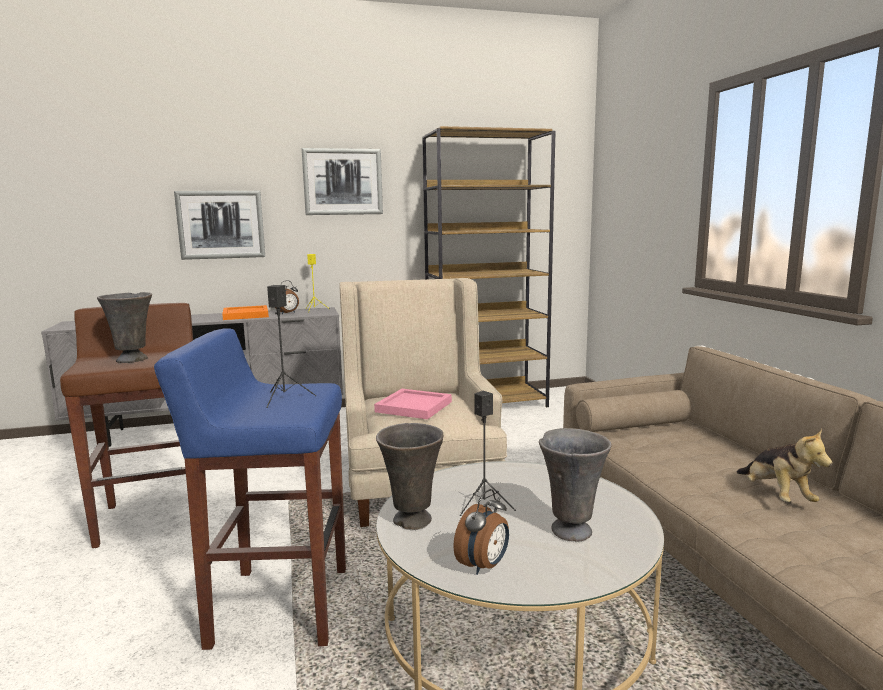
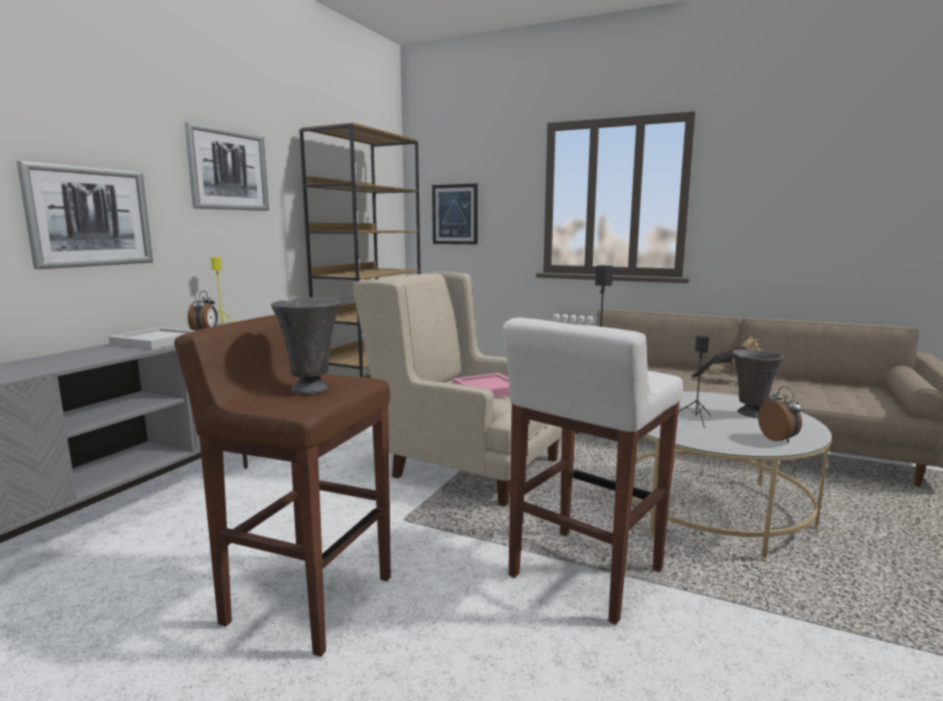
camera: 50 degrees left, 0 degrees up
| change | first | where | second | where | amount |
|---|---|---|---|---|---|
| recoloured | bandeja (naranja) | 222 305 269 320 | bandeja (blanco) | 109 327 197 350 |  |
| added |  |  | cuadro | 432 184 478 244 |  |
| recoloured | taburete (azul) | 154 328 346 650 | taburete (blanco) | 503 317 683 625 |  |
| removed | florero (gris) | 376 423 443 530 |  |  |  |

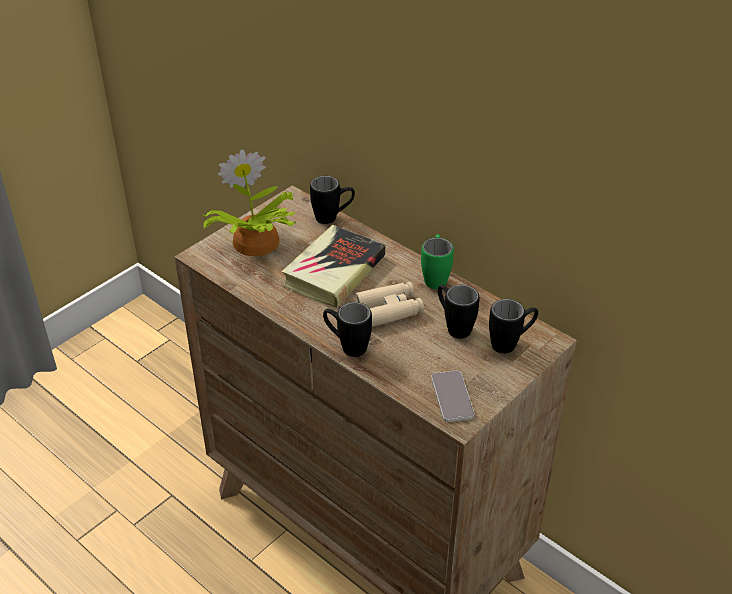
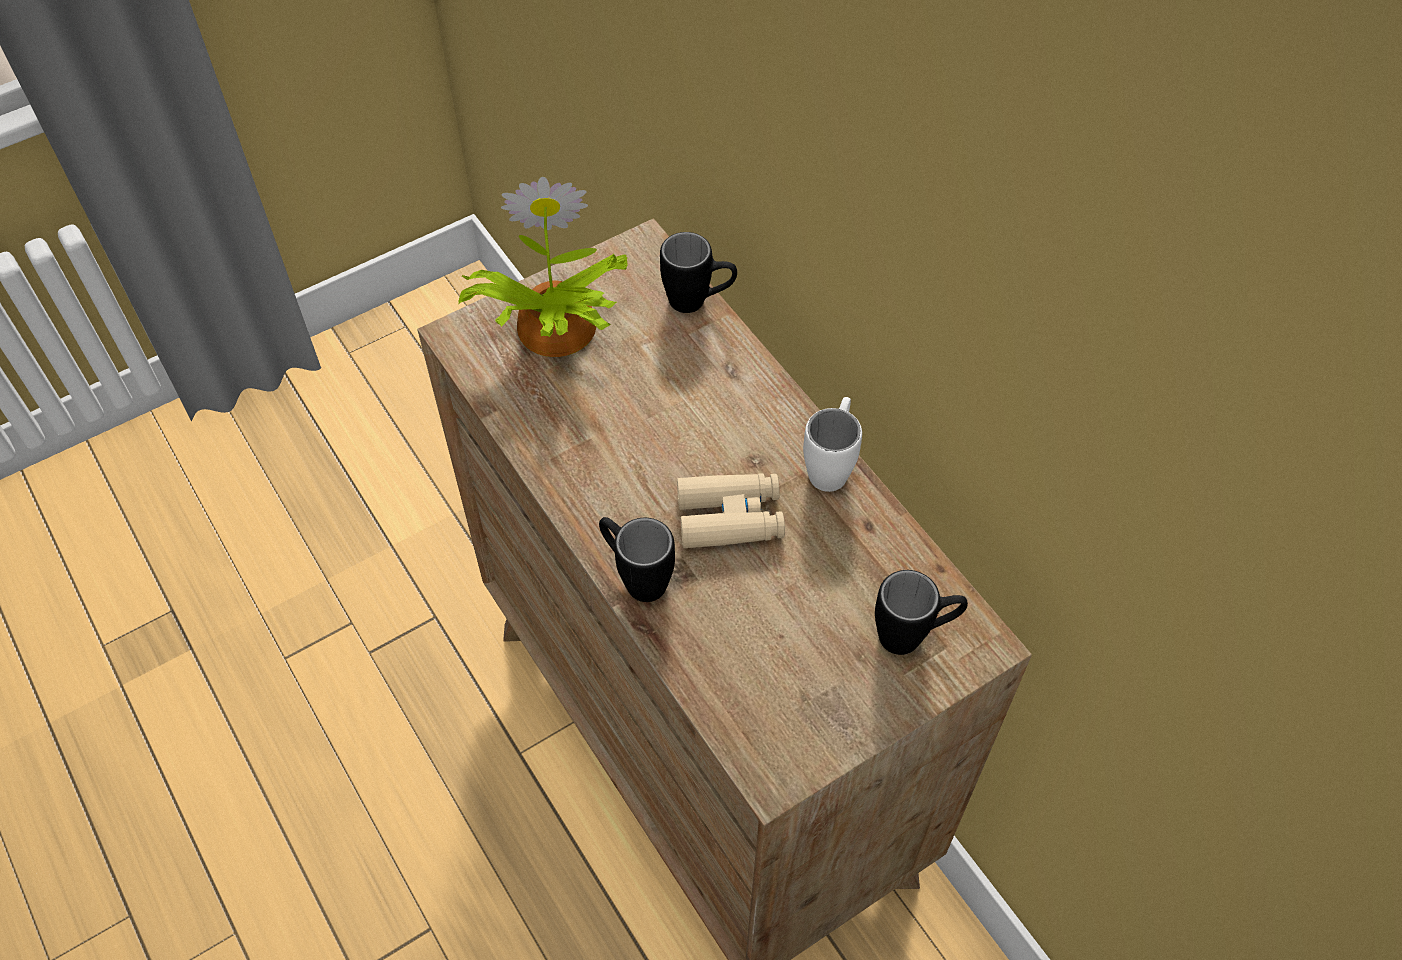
camera: 15 degrees right, 15 degrees up
| change | first | where | second | where | amount |
|---|---|---|---|---|---|
| recoloured | taza grande (verde) | 421 234 454 289 | taza grande (blanco) | 803 397 862 492 |  |
| removed | libro | 281 225 386 308 |  |  |  |
| removed | móvil | 431 371 474 422 |  |  |  |
| removed | taza grande (negro) | 438 285 479 339 |  |  |  |

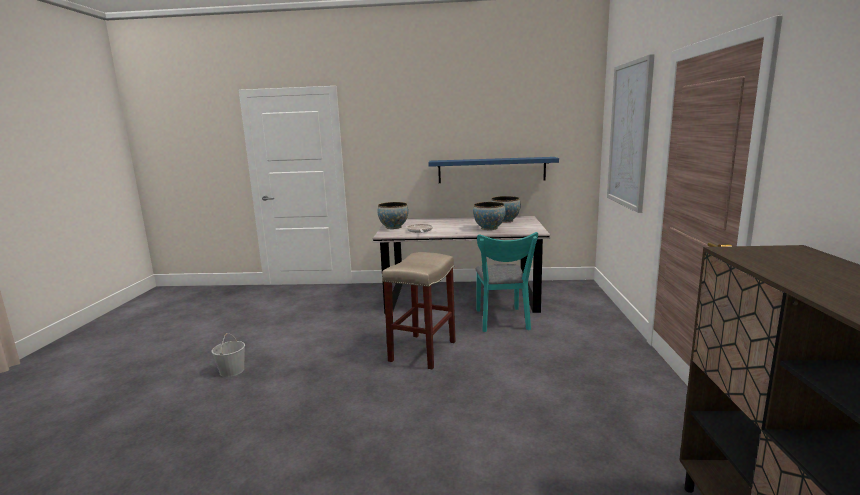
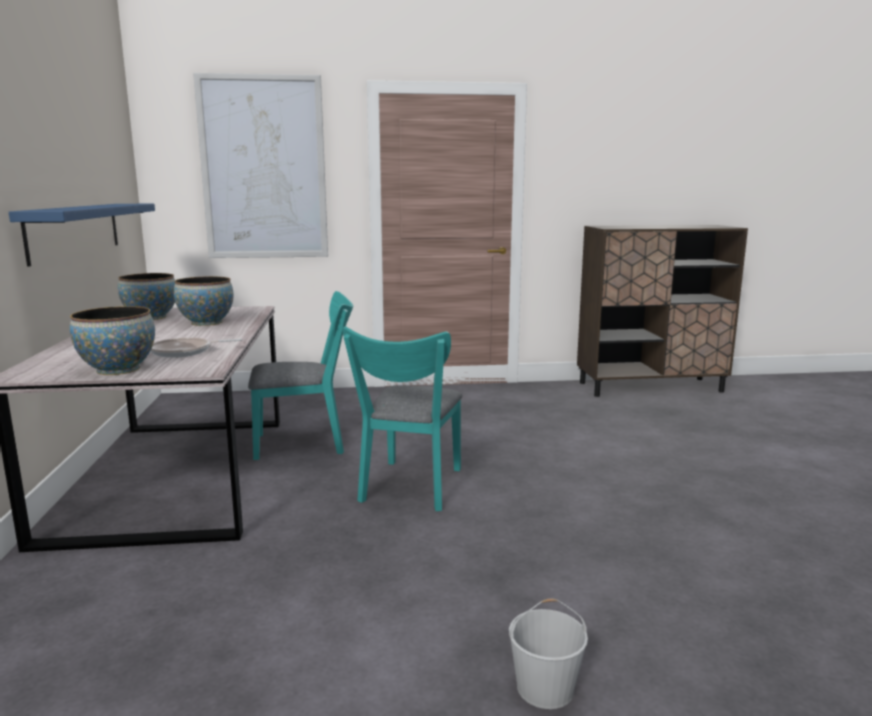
camera: 100 degrees left, 0 degrees up
| change | first | where | second | where | amount |
|---|---|---|---|---|---|
| replaced | taburete (beis) | 382 252 456 370 | silla (turquesa) | 342 326 462 511 |  |

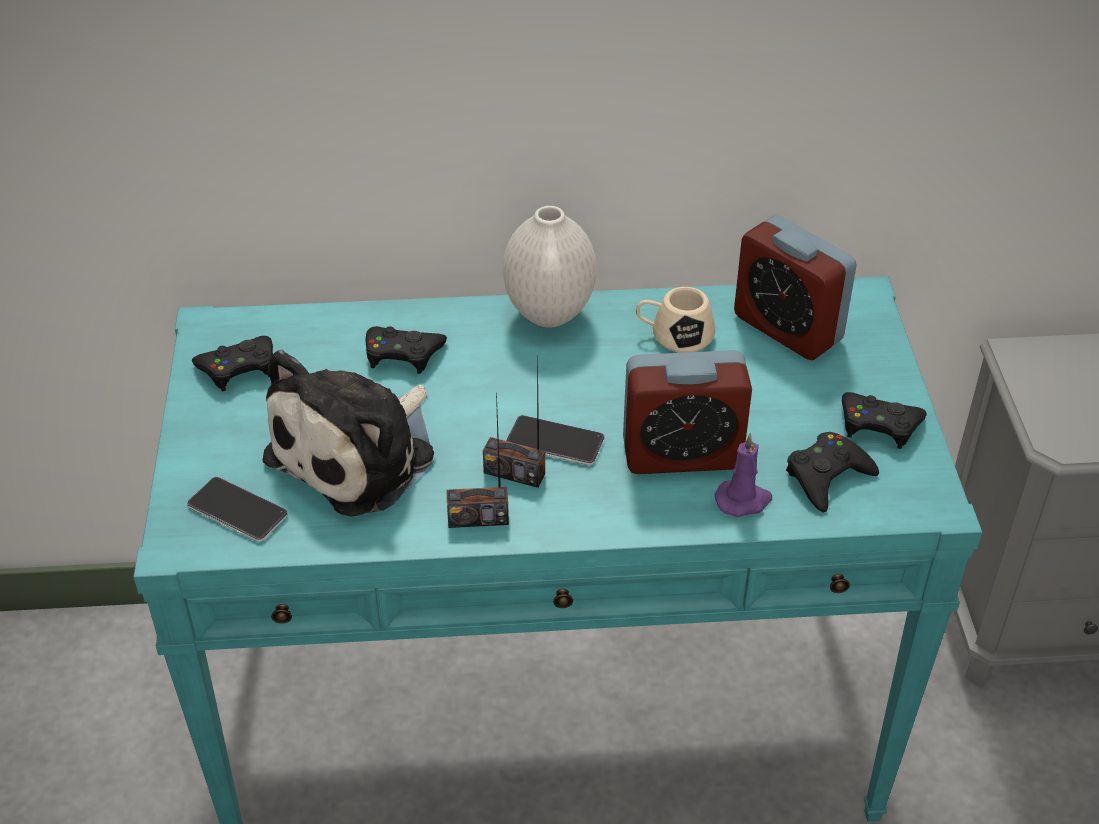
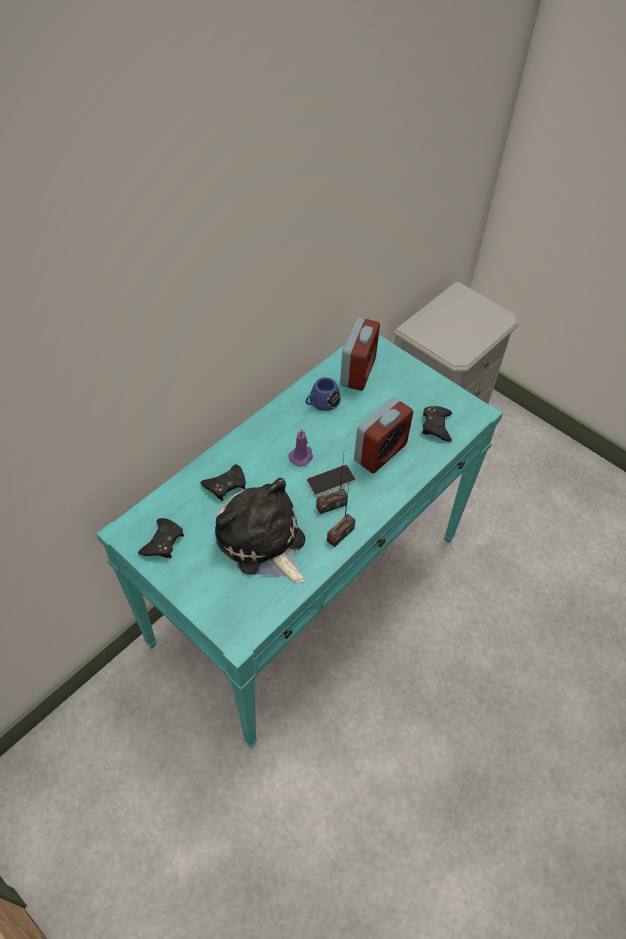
camera: 45 degrees left, 10 degrees up
| change | first | where | second | where | amount |
|---|---|---|---|---|---|
| turned | peluche | 262 350 434 517 |  | 215 478 305 583 | 150 degrees clockwise |
| moved | vela (morado) | 715 433 772 517 |  | 288 429 313 467 |  |
| recoloured | taza grande (beis) | 636 287 715 353 | taza grande (azul) | 306 377 341 411 |  |
| turned | despertador | 734 215 857 360 |  | 340 317 380 391 | 75 degrees counterclockwise |
| removed | móvil | 187 477 288 542 |  |  |  |
| removed | florero (blanco) | 503 206 596 328 |  |  |  |
| removed | mando de consola (negro) | 842 392 927 449 |  |  |  |

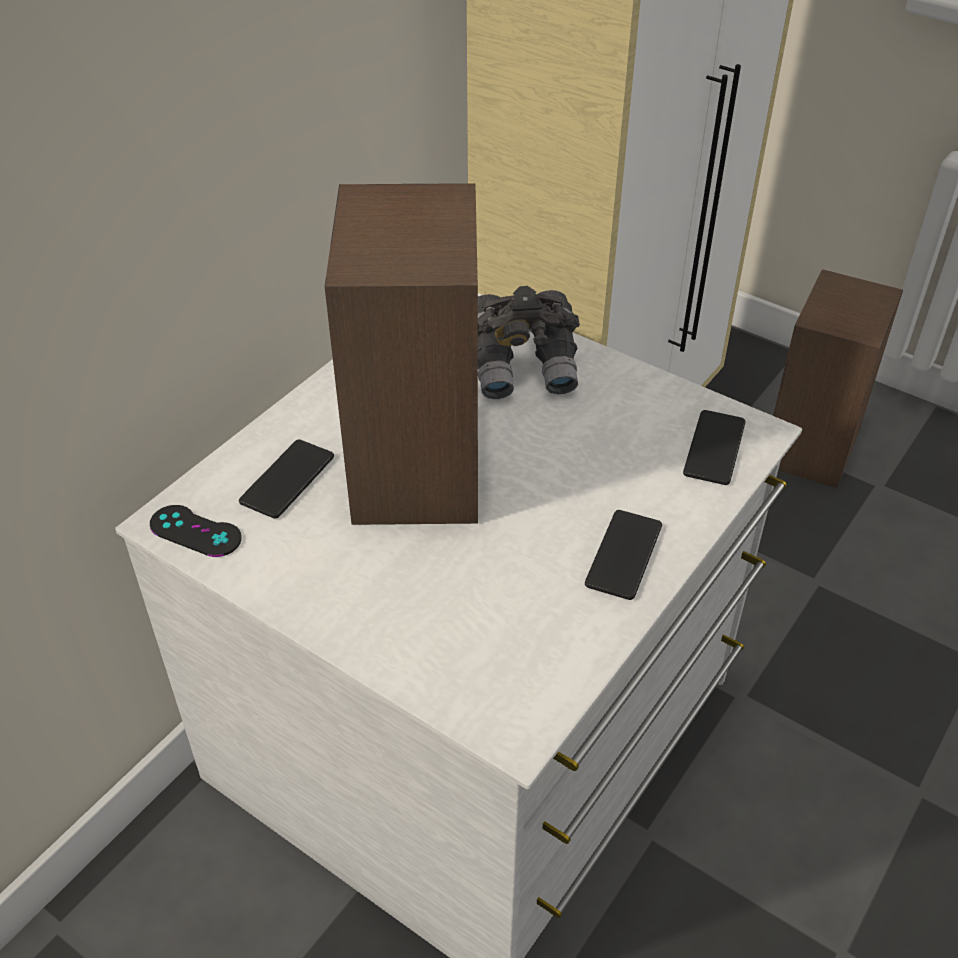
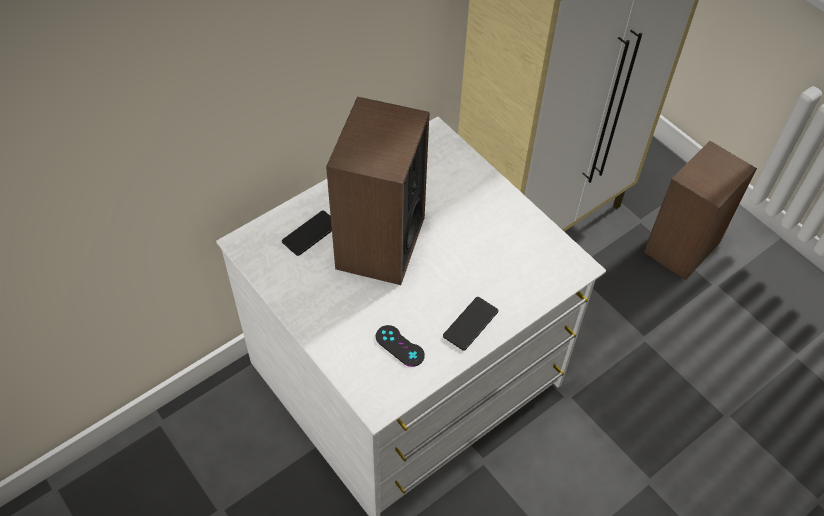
camera: 15 degrees right, 10 degrees up
| change | first | where | second | where | amount |
|---|---|---|---|---|---|
| moved | mando de consola (negro) | 150 505 242 557 |  | 376 325 425 367 |  |
| removed | prismáticos (gris) | 478 286 580 399 |  |  |  |
| removed | móvil | 683 410 746 485 |  |  |  |

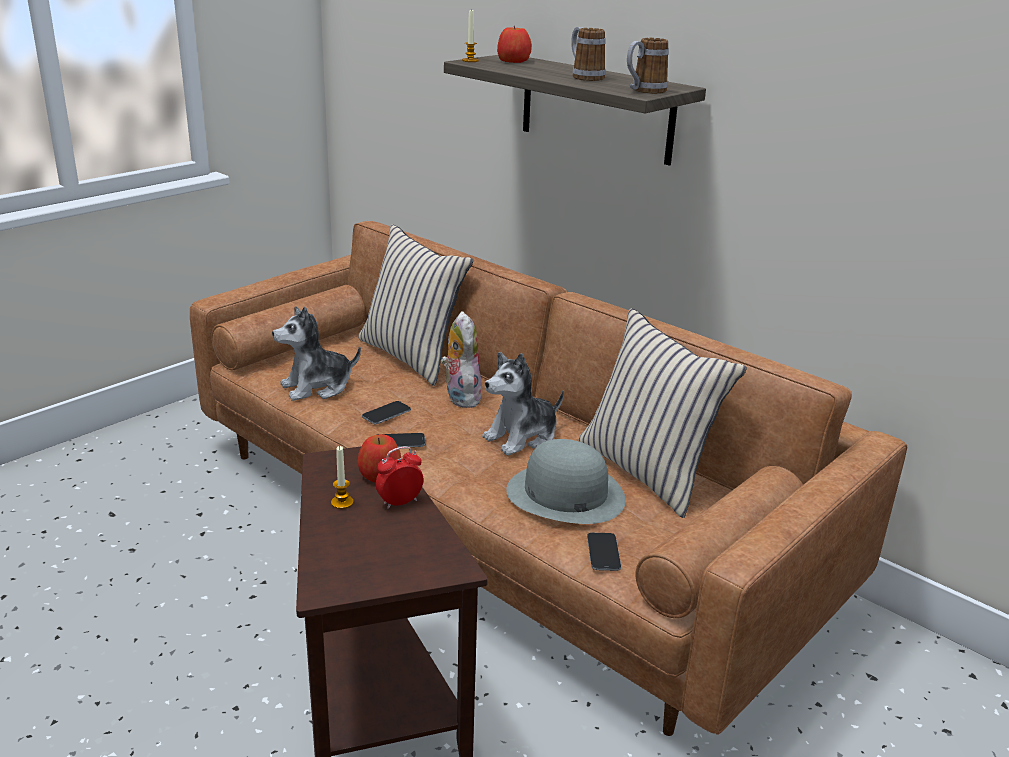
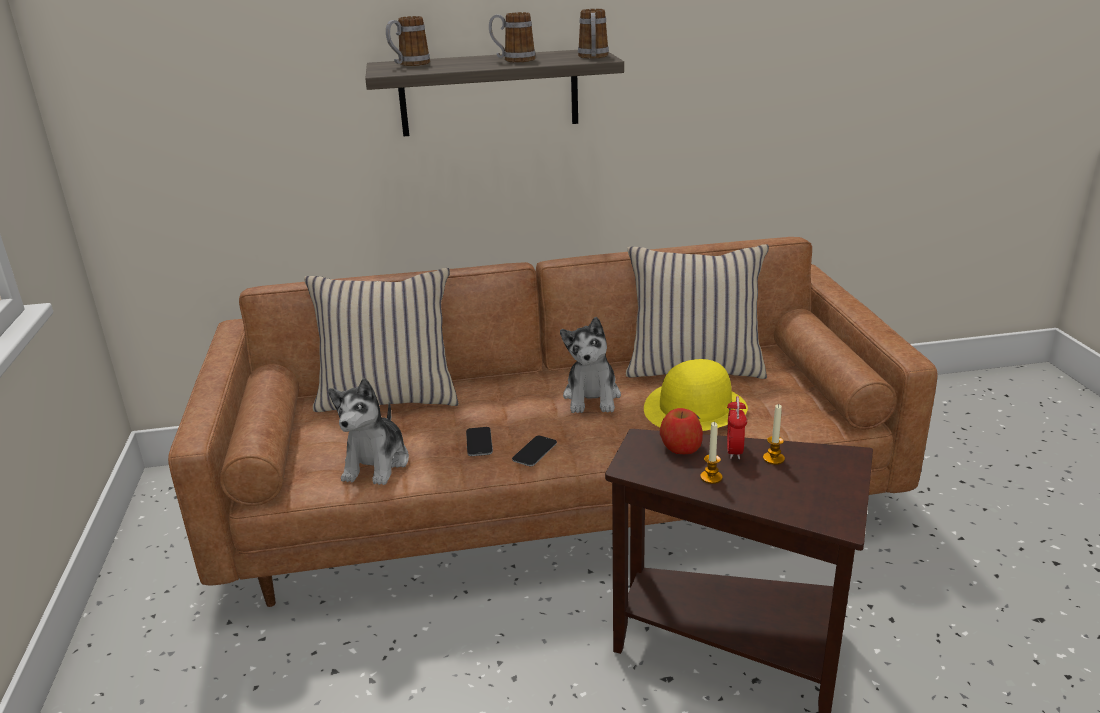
camera: 50 degrees left, 0 degrees up
| change | first | where | second | where | amount |
|---|---|---|---|---|---|
| replaced | manzana | 497 26 532 63 | taza grande | 386 16 430 66 |  |
| recoloured | sombrero (gris) | 506 439 626 524 | sombrero (amarillo) | 644 359 748 431 |  |
| moved | vela | 462 8 479 62 |  | 763 404 785 465 |  |
| removed | peluche | 441 311 482 408 |  |  |  |
| removed | móvil | 587 533 621 571 |  |  |  |

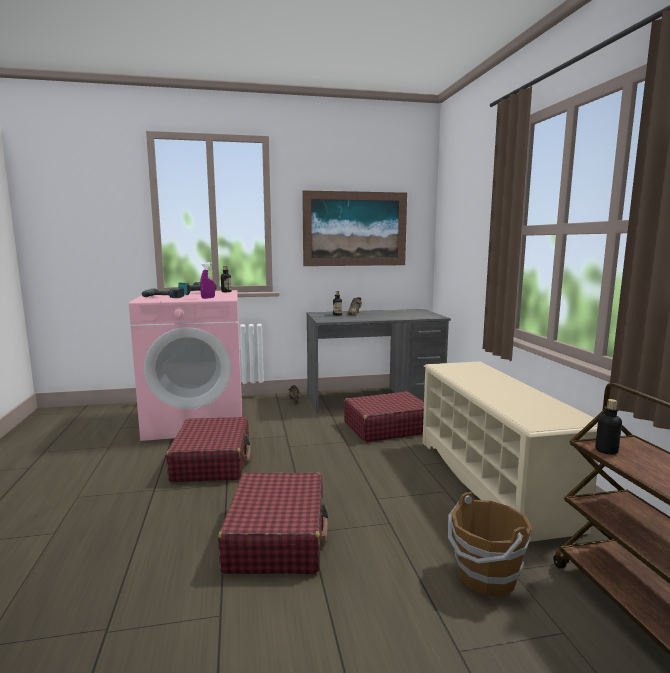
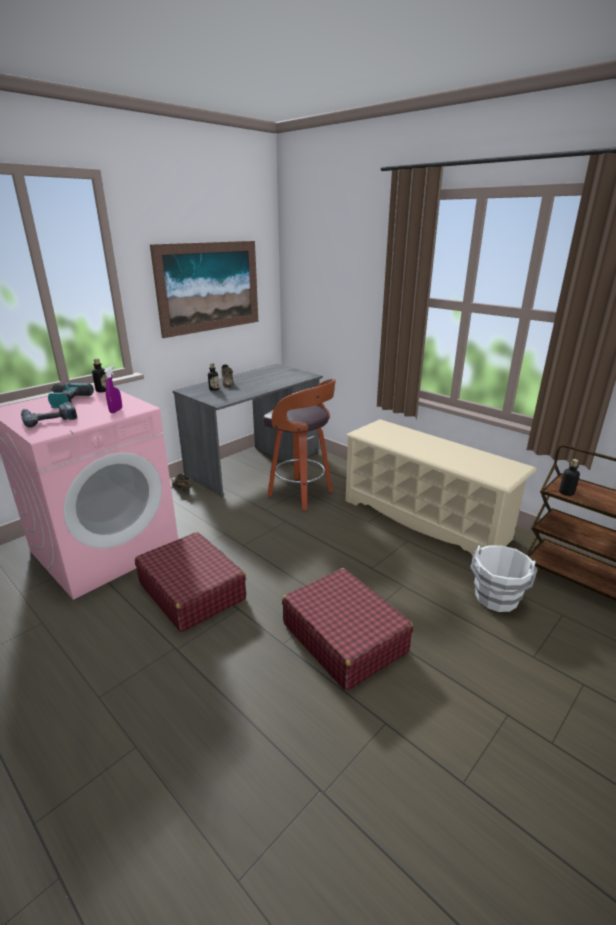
camera: 35 degrees left, 15 degrees up
| change | first | where | second | where | amount |
|---|---|---|---|---|---|
| replaced | maleta (rojo) | 344 391 424 442 | taburete | 263 378 336 511 |  |
| recoloured | cubo (marrón) | 448 492 532 596 | cubo (blanco) | 470 545 537 612 |  |

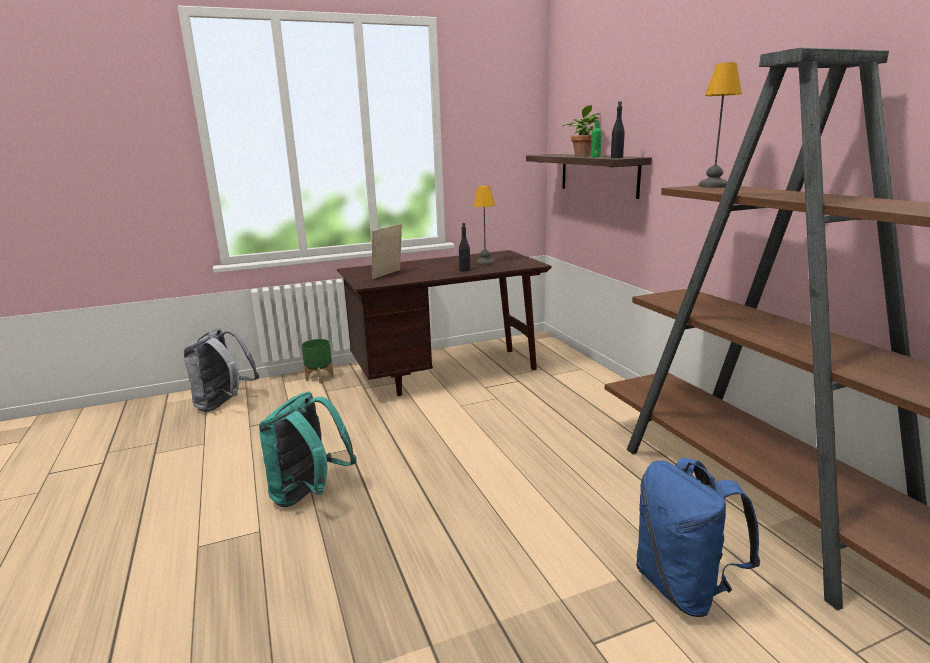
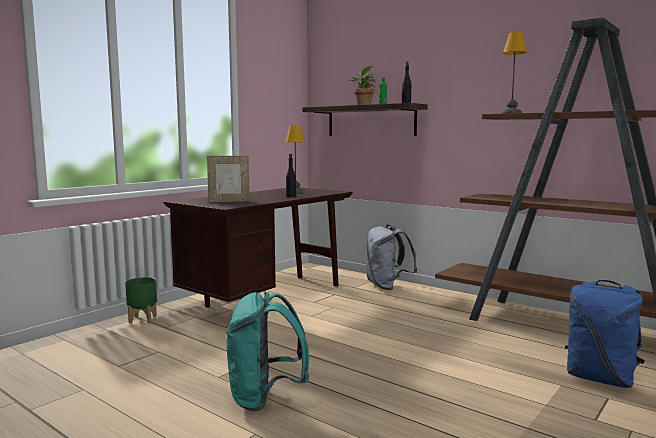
camera: 30 degrees left, 10 degrees down
| change | first | where | second | where | amount |
|---|---|---|---|---|---|
| turned | portarretratos | 372 224 402 279 |  | 207 156 250 202 | 105 degrees counterclockwise |
| moved | mochila (gris) | 184 328 259 412 |  | 366 224 417 290 |  |

